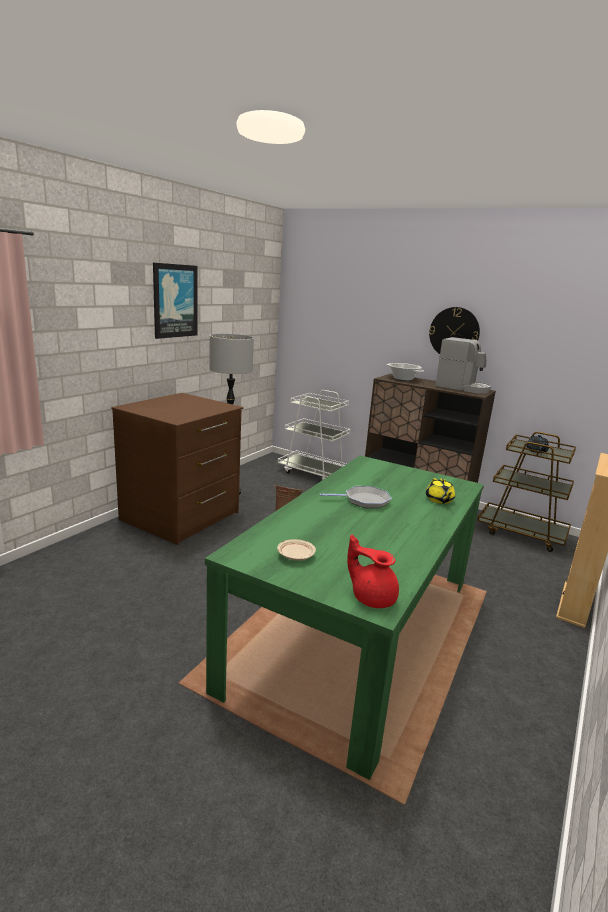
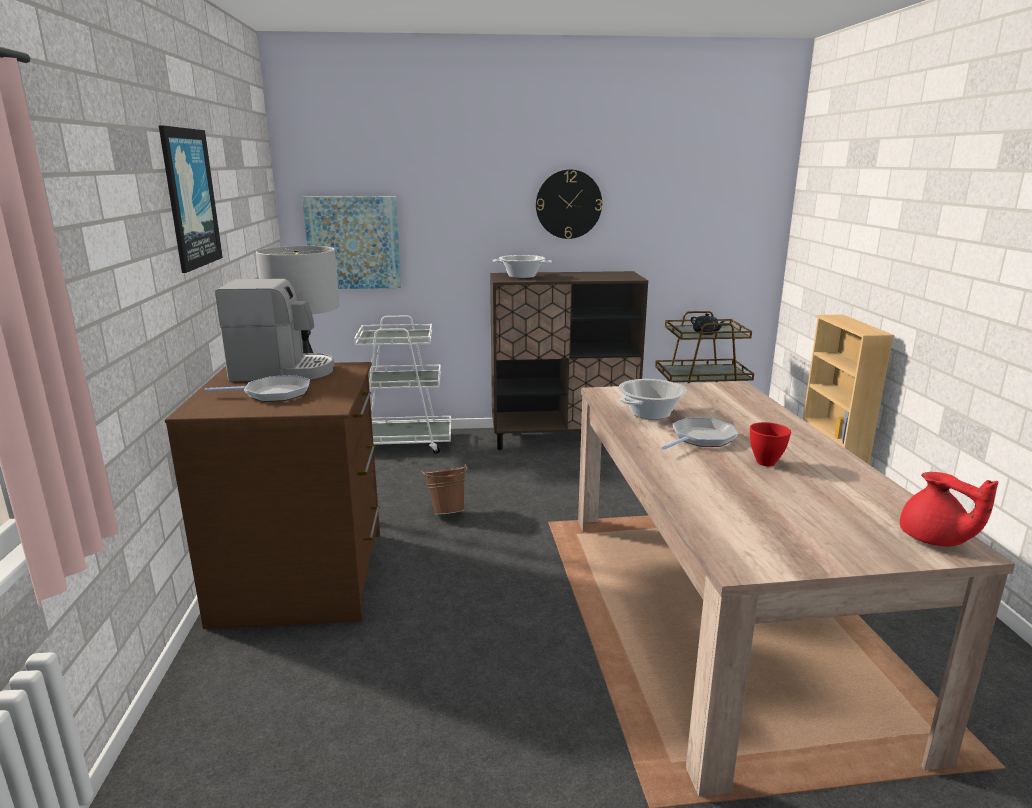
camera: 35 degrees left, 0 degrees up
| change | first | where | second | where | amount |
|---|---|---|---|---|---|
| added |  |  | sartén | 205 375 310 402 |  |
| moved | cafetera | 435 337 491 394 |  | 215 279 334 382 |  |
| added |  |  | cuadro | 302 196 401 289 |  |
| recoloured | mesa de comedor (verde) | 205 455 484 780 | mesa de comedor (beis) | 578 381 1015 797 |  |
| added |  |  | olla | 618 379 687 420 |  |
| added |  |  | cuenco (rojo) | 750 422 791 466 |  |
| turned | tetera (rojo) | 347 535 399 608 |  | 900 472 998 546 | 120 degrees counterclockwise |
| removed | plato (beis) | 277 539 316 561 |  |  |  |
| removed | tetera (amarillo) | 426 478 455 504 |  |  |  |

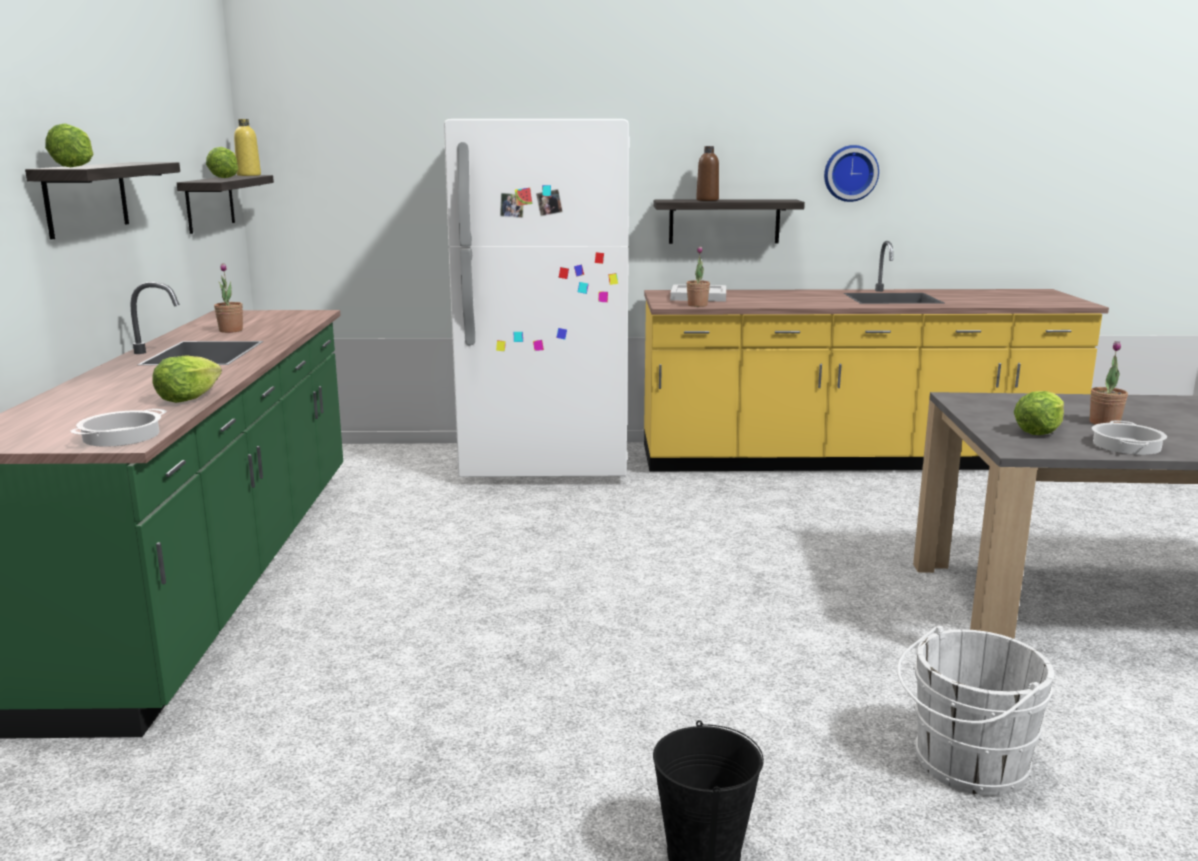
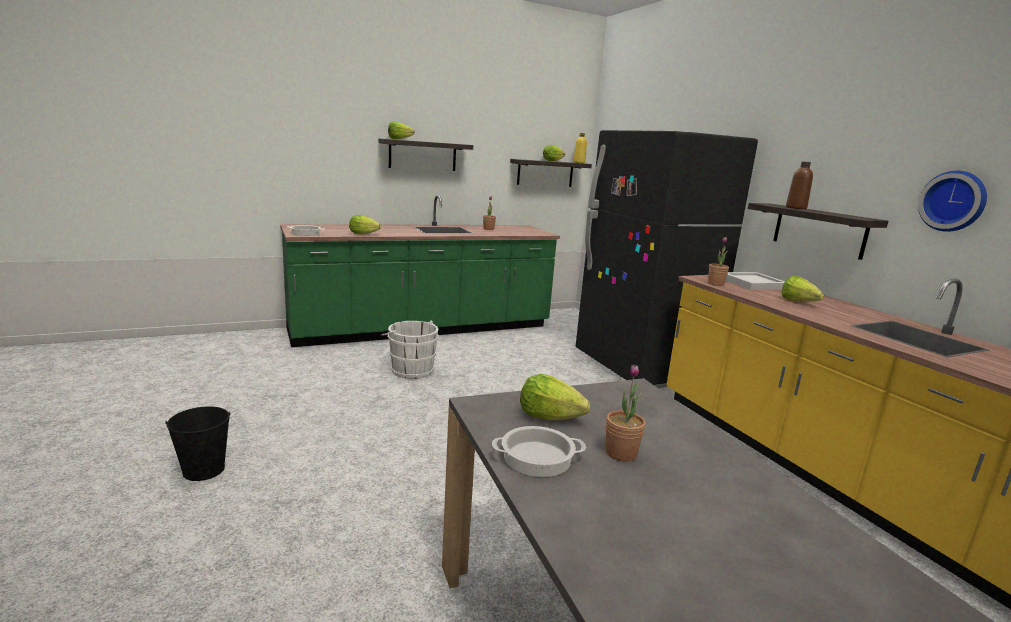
camera: 65 degrees right, 0 degrees up
| change | first | where | second | where | amount |
|---|---|---|---|---|---|
| moved | cubo (blanco) | 897 626 1054 796 |  | 382 321 439 379 |  |
| recoloured | nevera (blanco) | 444 119 630 477 | nevera (negro) | 575 130 758 388 |  |
| added |  |  | lechuga | 781 275 824 301 |  |

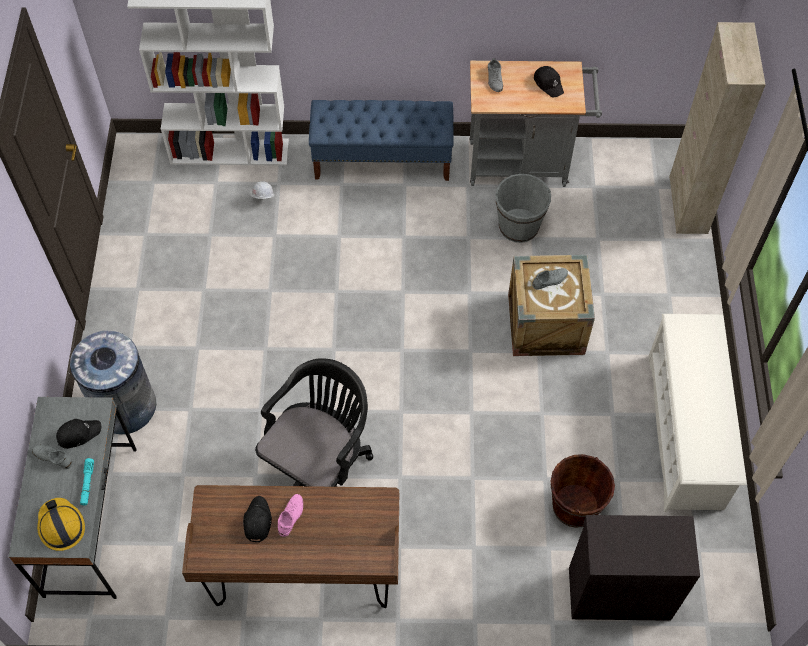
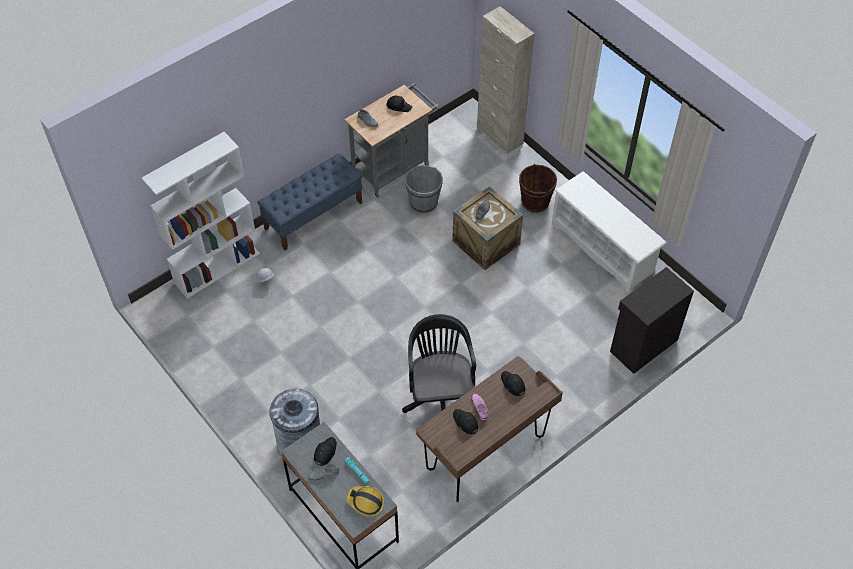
camera: 40 degrees left, 5 degrees down
| change | first | where | second | where | amount |
|---|---|---|---|---|---|
| added |  |  | gorra (negro) | 501 371 525 396 |  |
| moved | cubo (marrón) | 551 454 615 528 |  | 519 164 557 213 |  |

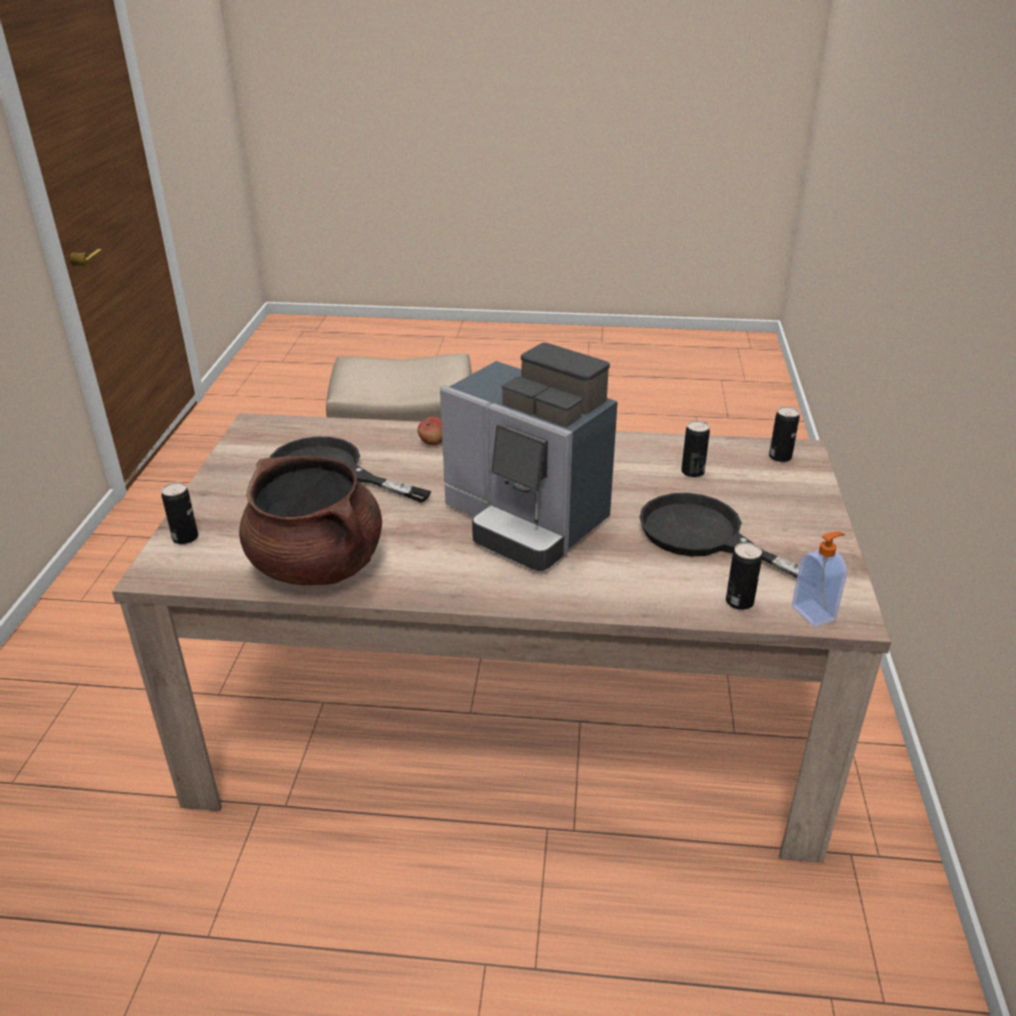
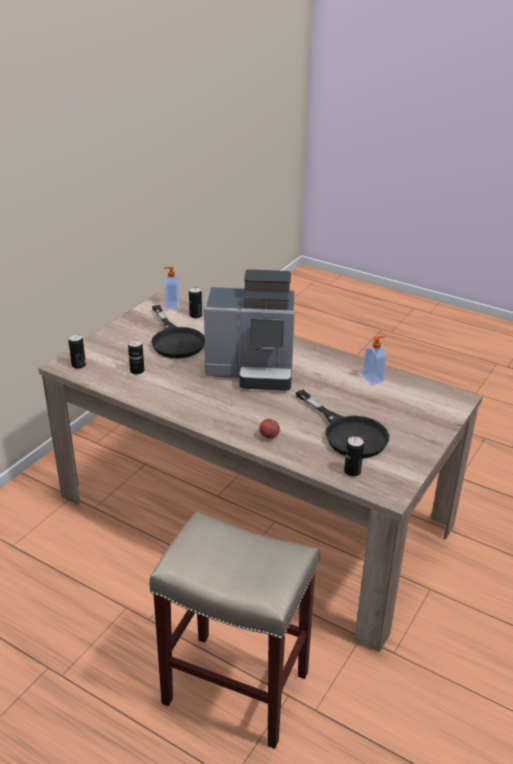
camera: 155 degrees left, 0 degrees up
| change | first | where | second | where | amount |
|---|---|---|---|---|---|
| turned | cafetera | 440 342 618 571 |  | 204 269 295 391 | 120 degrees clockwise |
| moved | lata | 161 482 198 544 |  | 344 436 364 476 |  |
| replaced | olla (marrón) | 239 456 382 585 | dispensador de jabón | 363 336 387 385 |  |

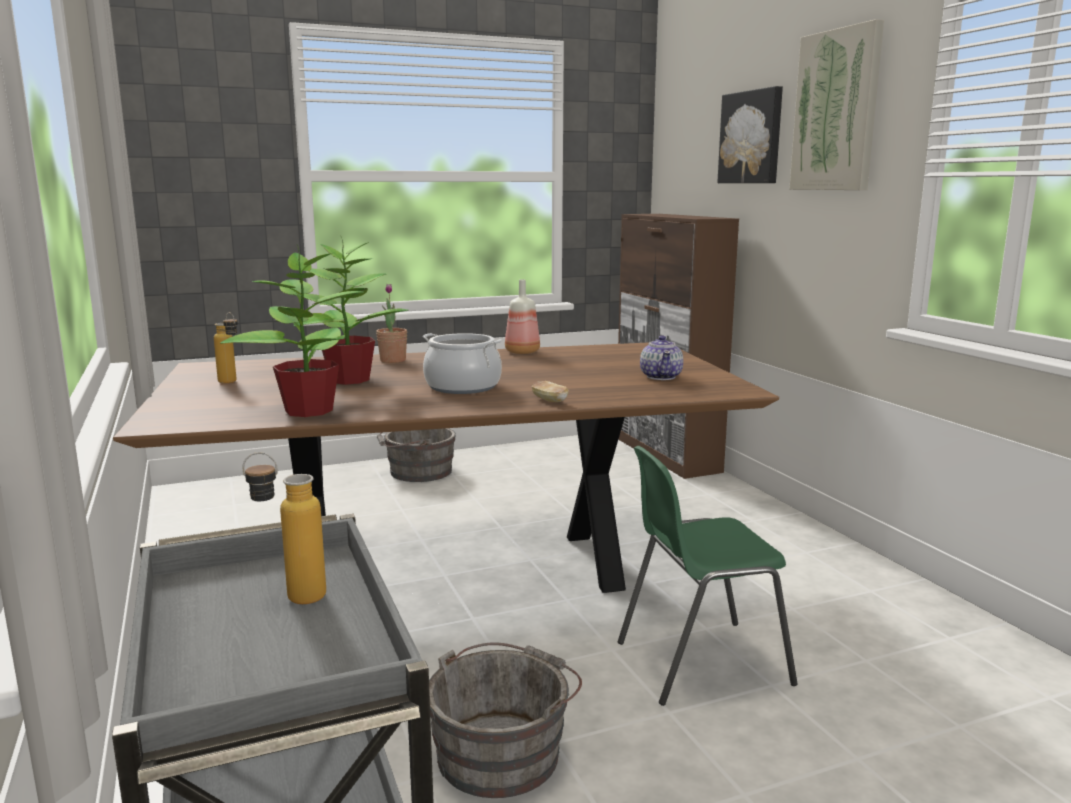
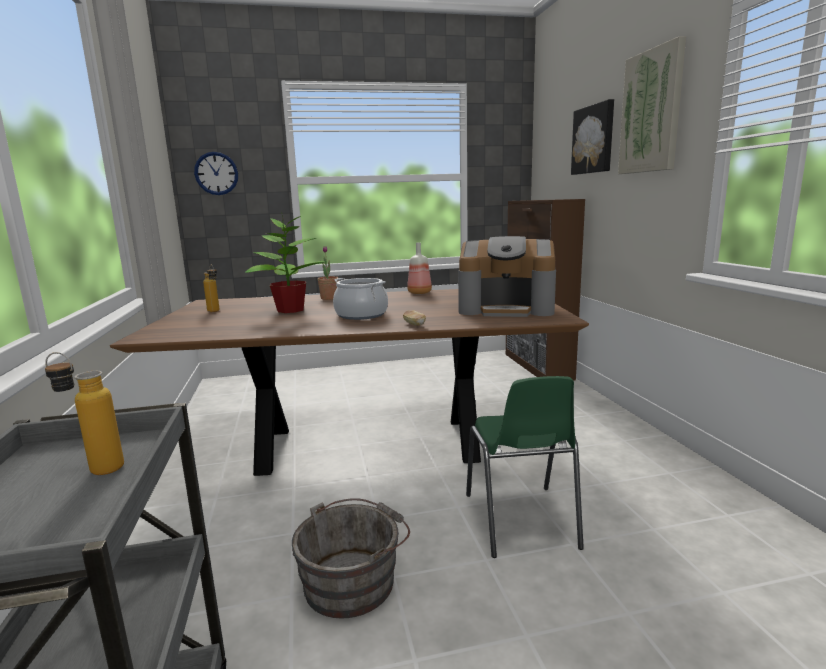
camera: 10 degrees right, 0 degrees up
| change | first | where | second | where | amount |
|---|---|---|---|---|---|
| added |  |  | reloj de pared | 194 152 238 195 |  |
| replaced | tetera | 640 335 683 380 | cafetera | 458 236 556 317 |  |
| turned | silla (verde) | 618 446 798 706 |  | 466 376 584 558 | 90 degrees counterclockwise |
| removed | planta en maceta | 220 245 363 417 |  |  |  |
| removed | cubo (gris) | 377 428 456 482 |  |  |  |

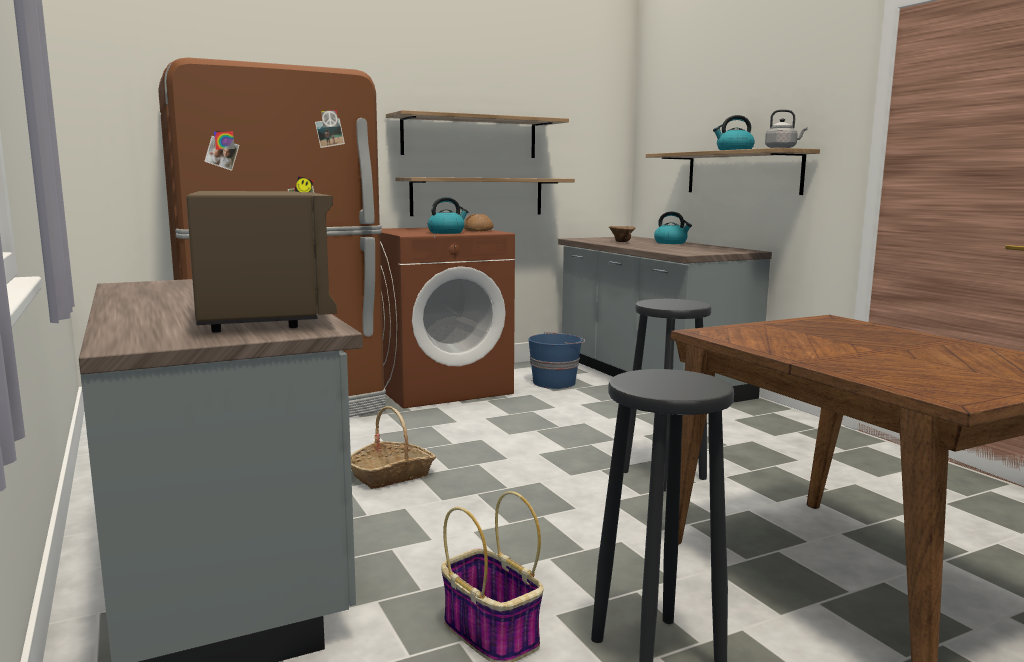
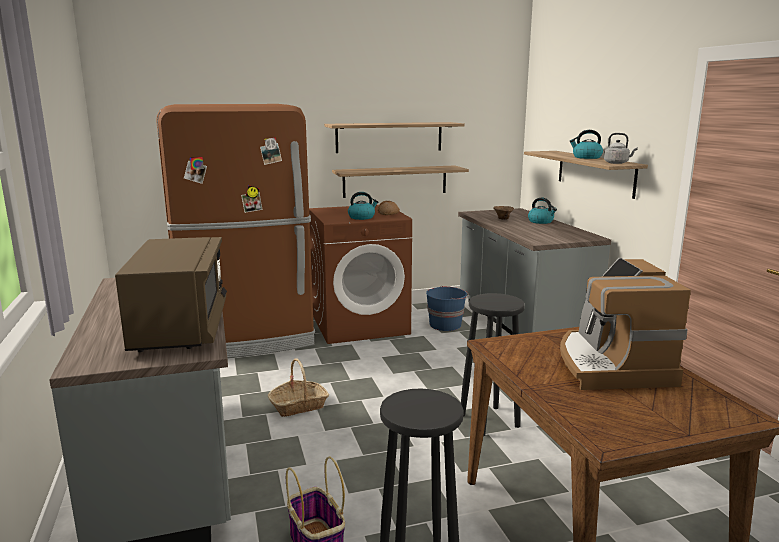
camera: 10 degrees right, 5 degrees up
| change | first | where | second | where | amount |
|---|---|---|---|---|---|
| added |  |  | cafetera | 560 258 691 390 |  |

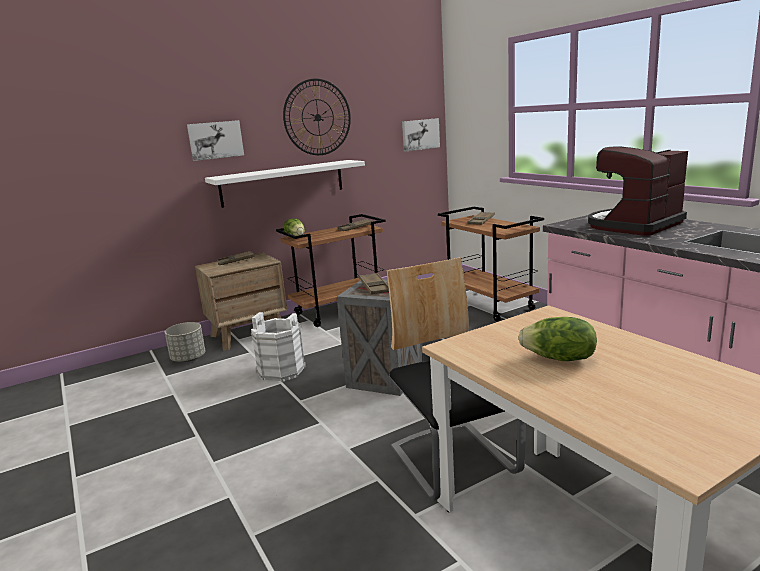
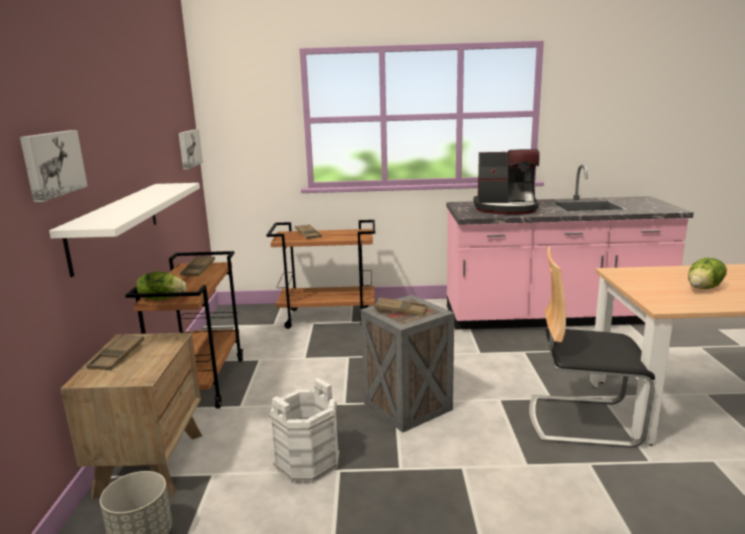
camera: 60 degrees left, 0 degrees up
| change | first | where | second | where | amount |
|---|---|---|---|---|---|
| turned | cafetera | 588 147 688 236 |  | 474 149 540 215 | 75 degrees counterclockwise |
| removed | reloj de pared | 283 79 351 155 |  |  |  |

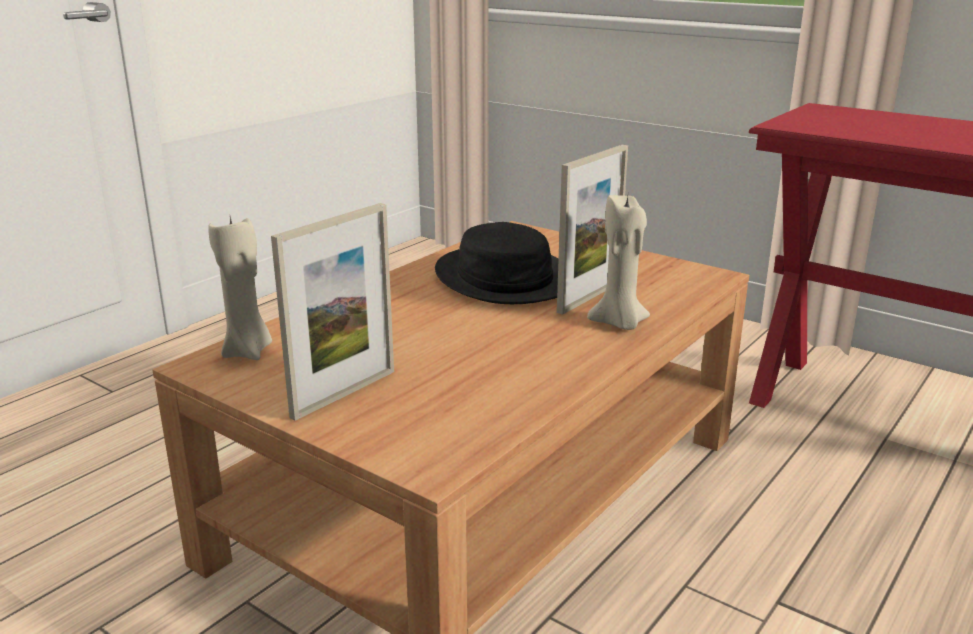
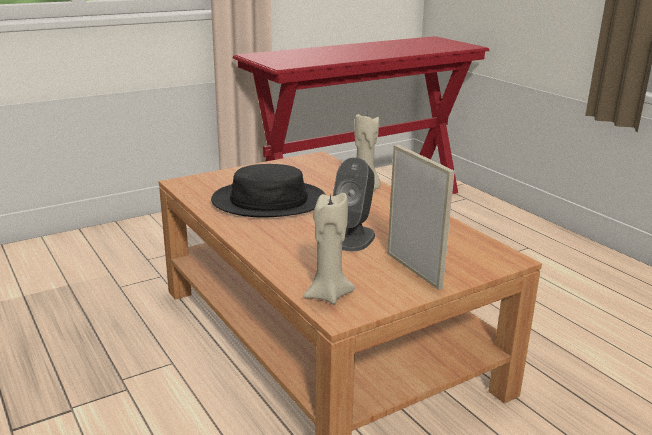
camera: 70 degrees left, 0 degrees up
| change | first | where | second | where | amount |
|---|---|---|---|---|---|
| added |  |  | altavoz (gris) | 333 157 375 251 |  |
| removed | portarretratos | 557 145 628 315 |  |  |  |

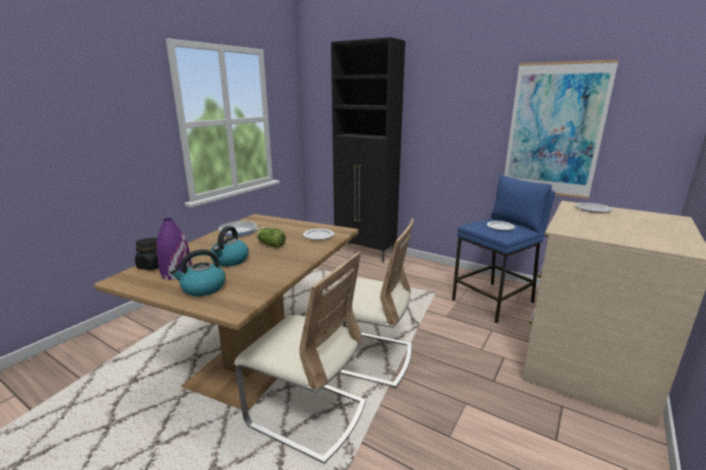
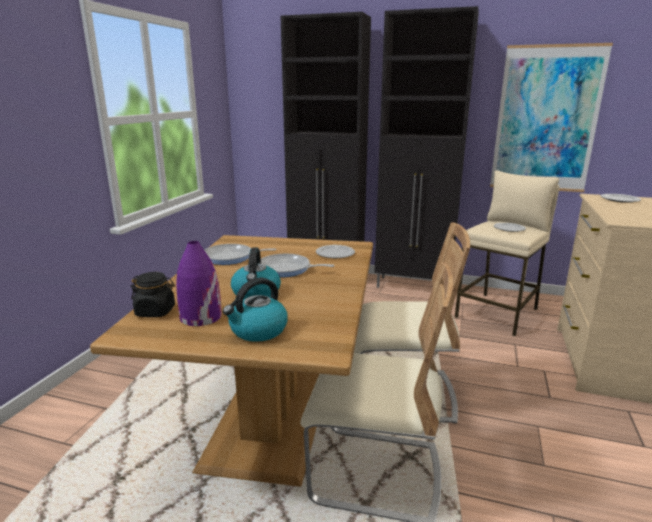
camera: 15 degrees left, 0 degrees up
| change | first | where | second | where | amount |
|---|---|---|---|---|---|
| replaced | lechuga | 256 228 286 248 | sartén | 261 254 334 277 |  |
| added |  |  | armario (negro) | 375 6 479 288 |  |
| recoloured | taburete (azul) | 452 174 555 323 | taburete (beis) | 455 170 559 336 |  |

